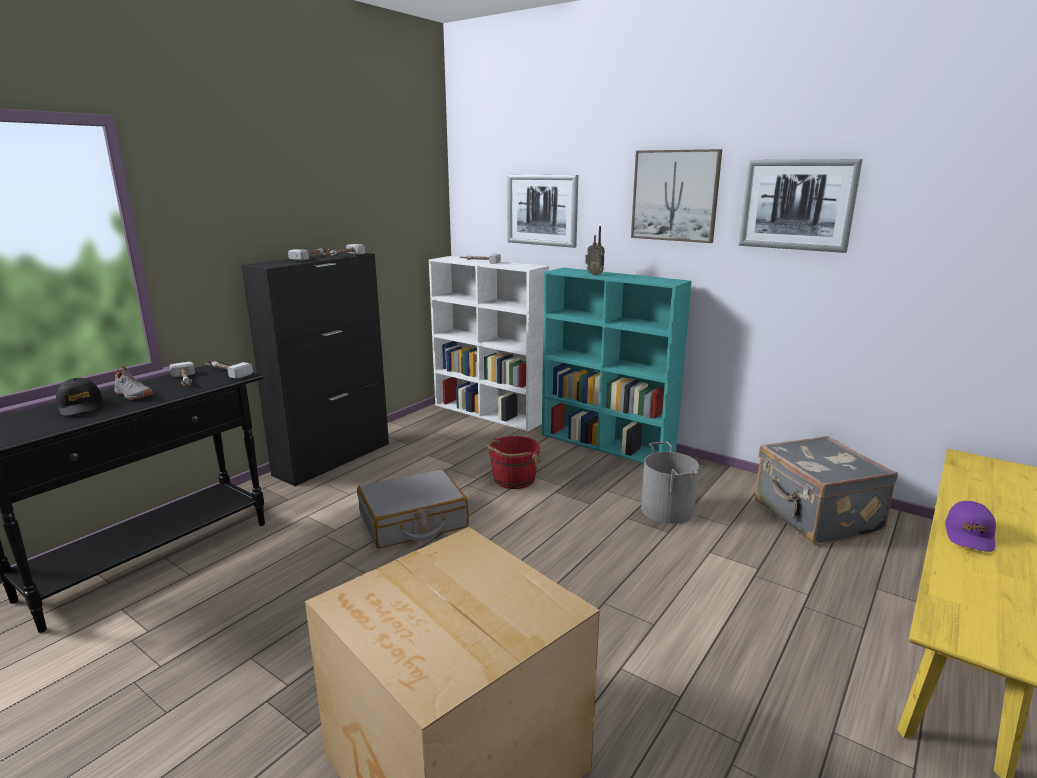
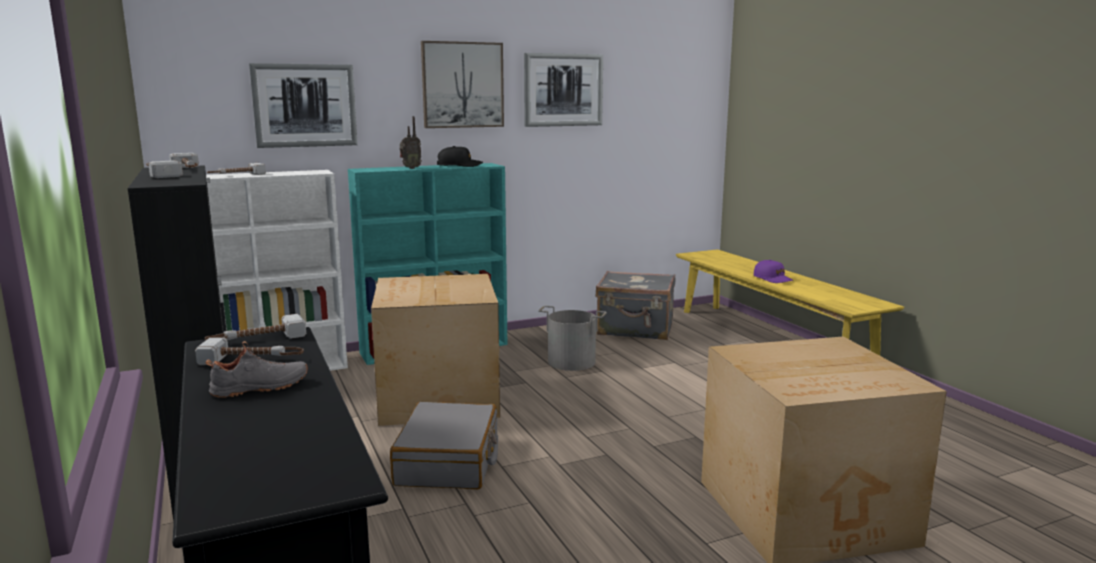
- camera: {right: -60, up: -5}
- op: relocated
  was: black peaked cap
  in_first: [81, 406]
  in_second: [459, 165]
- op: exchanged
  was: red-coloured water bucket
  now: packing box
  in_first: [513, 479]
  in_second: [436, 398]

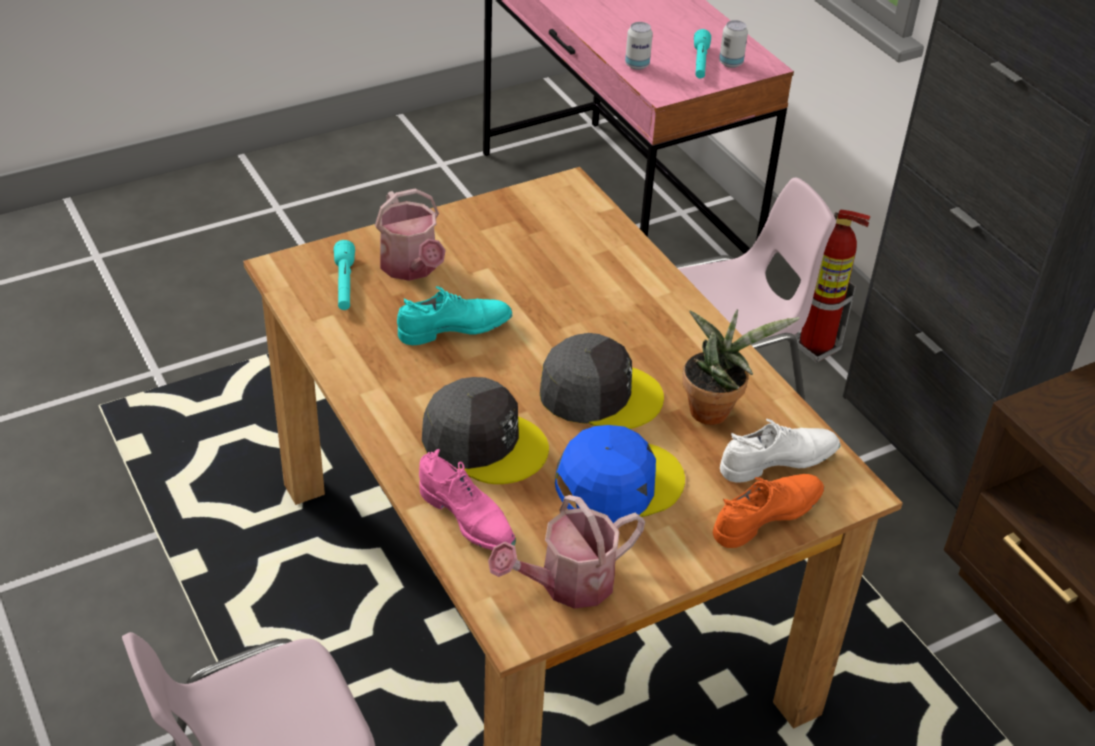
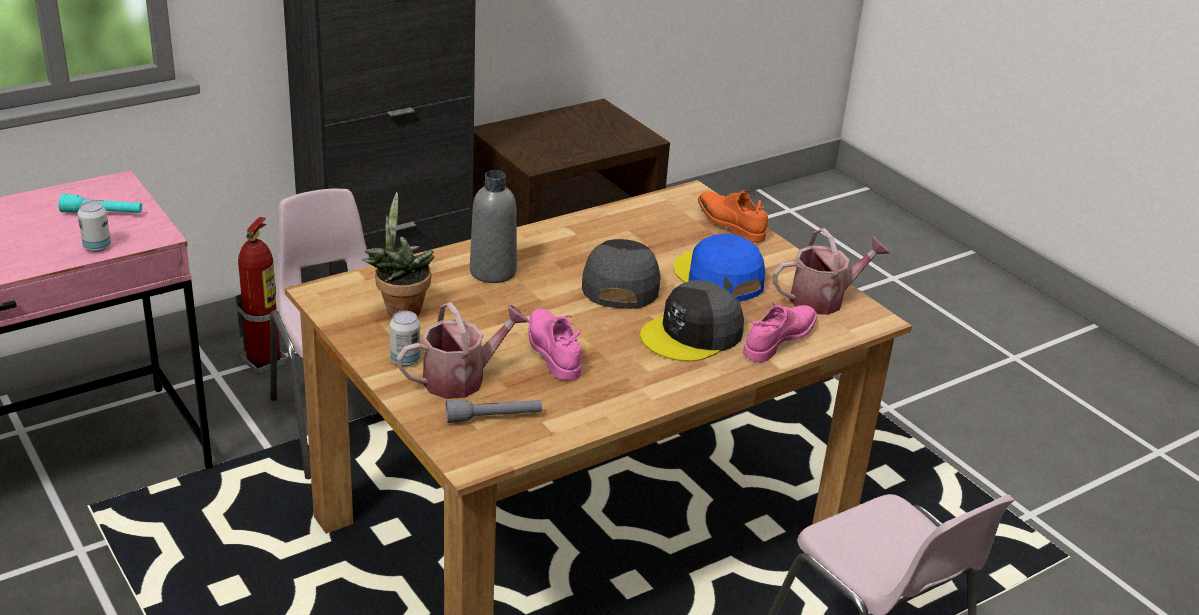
- camera: {right: -95, up: -10}
- op: missing
  was: white item of footwear
  in_first: [778, 462]
- op: appeared
  now: grey bottle
  in_second: [493, 272]
- op: relocated
  was: plant in a pot
  in_first: [714, 409]
  in_second: [400, 308]
- op: relocated
  was: sealed can
  in_first: [730, 63]
  in_second: [405, 360]
- op: colour
  was: blue-green hand torch
  now: grey hand torch
  in_first: [344, 284]
  in_second: [494, 417]
- op: colour
  was: blue-green item of footwear
  now: pink item of footwear
  in_first: [454, 329]
  in_second: [552, 352]
- op: spun
  was: grey peaked cap
  in_first: [484, 441]
  in_second: [693, 334]
  clockwise: -150
- op: spun
  was: watering can
  in_first: [567, 584]
  in_second: [824, 299]
  clockwise: -75

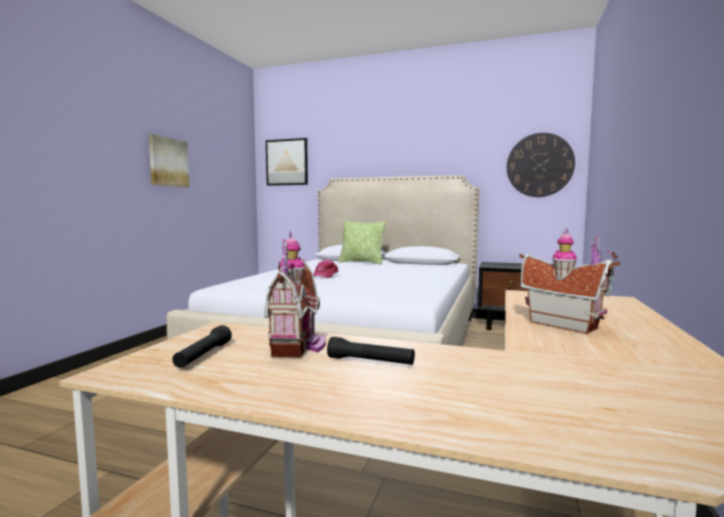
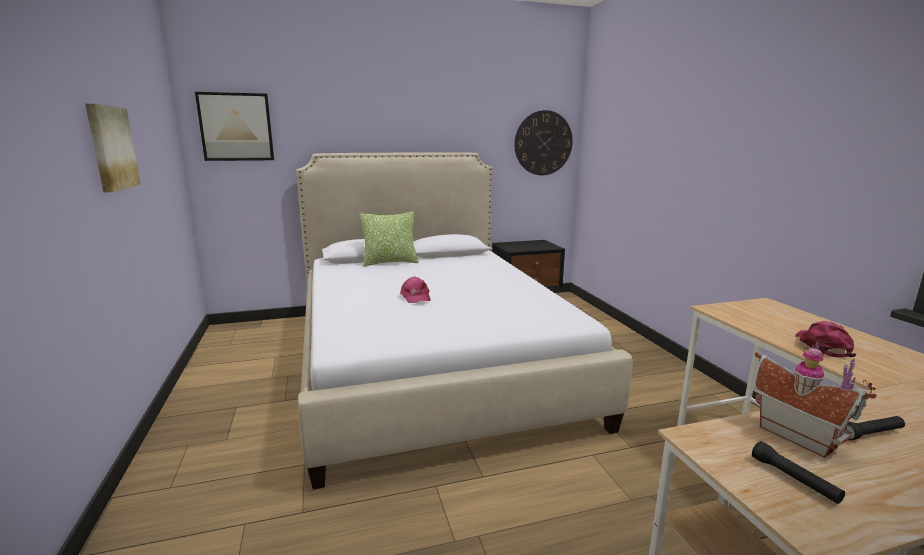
- camera: {right: -35, up: 10}
- op: exchanged
  was: model house
  now: pink peaked cap
  in_first: [564, 324]
  in_second: [822, 346]

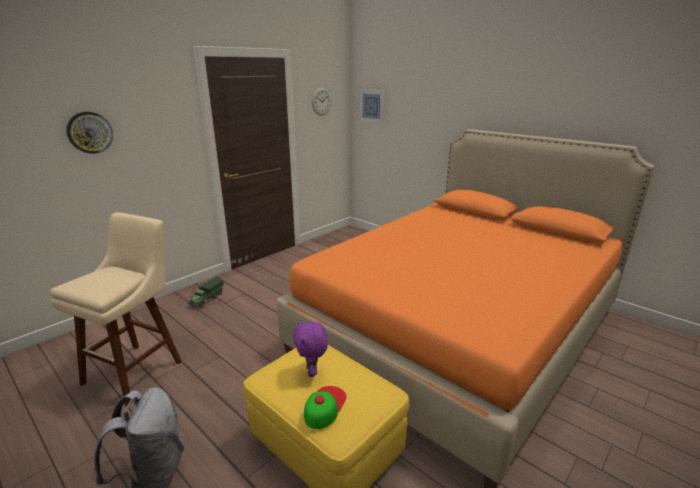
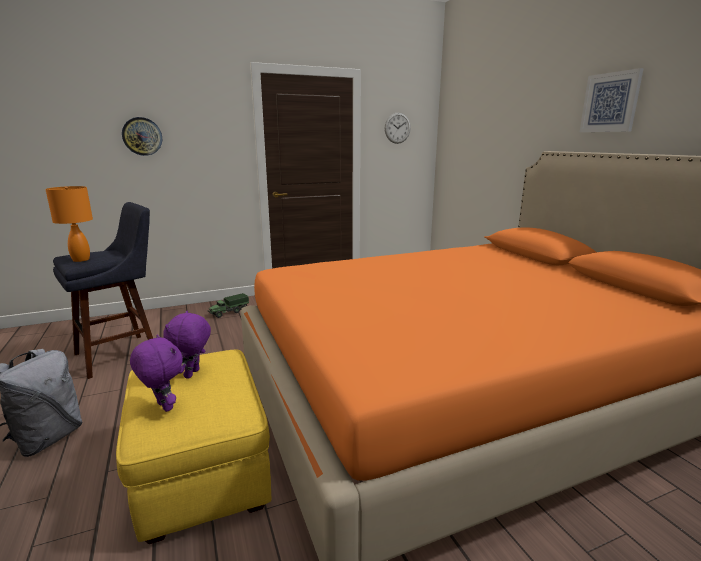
- camera: {right: 25, up: -5}
- op: appeared
  now: orange lamp for a table
  in_second: [80, 259]
- op: relocated
  was: wall art
  in_first: [372, 105]
  in_second: [610, 102]
- op: exchanged
  was: peaked cap
  now: purplish soft toy
  in_first: [324, 406]
  in_second: [163, 407]
- op: colour
  was: sand-coloured sitting stool
  now: blue sitting stool
  in_first: [138, 369]
  in_second: [123, 353]

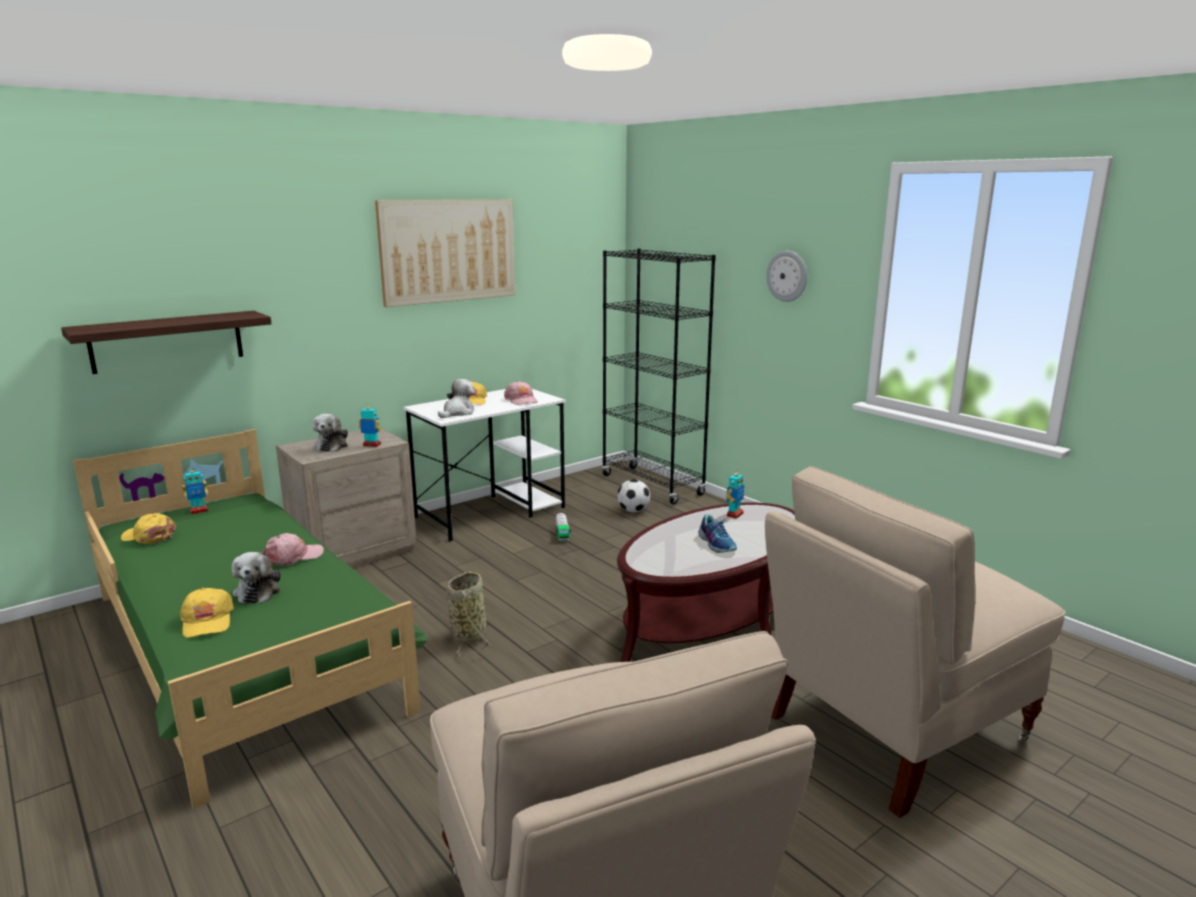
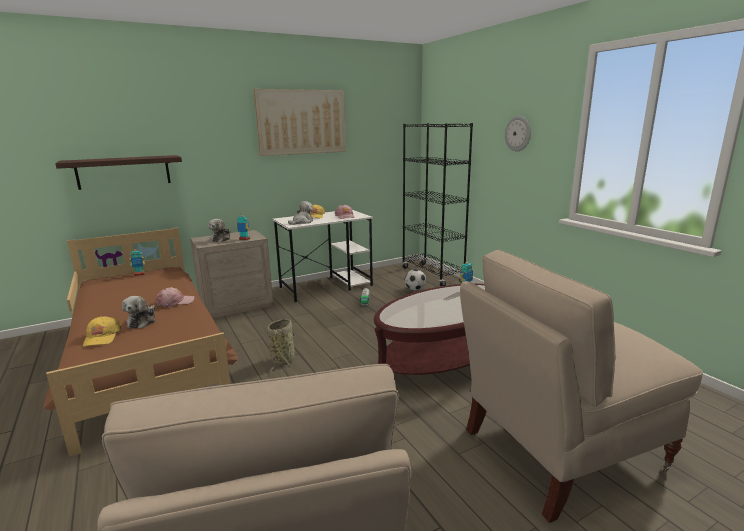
- camera: {right: 10, up: 0}
- op: missing
  was: yellow peaked cap
  in_first: [149, 536]
- op: missing
  was: item of footwear
  in_first: [717, 543]
- op: colour
  was: green bedroom bed
  now: brownish bedroom bed
  in_first: [245, 649]
  in_second: [148, 358]

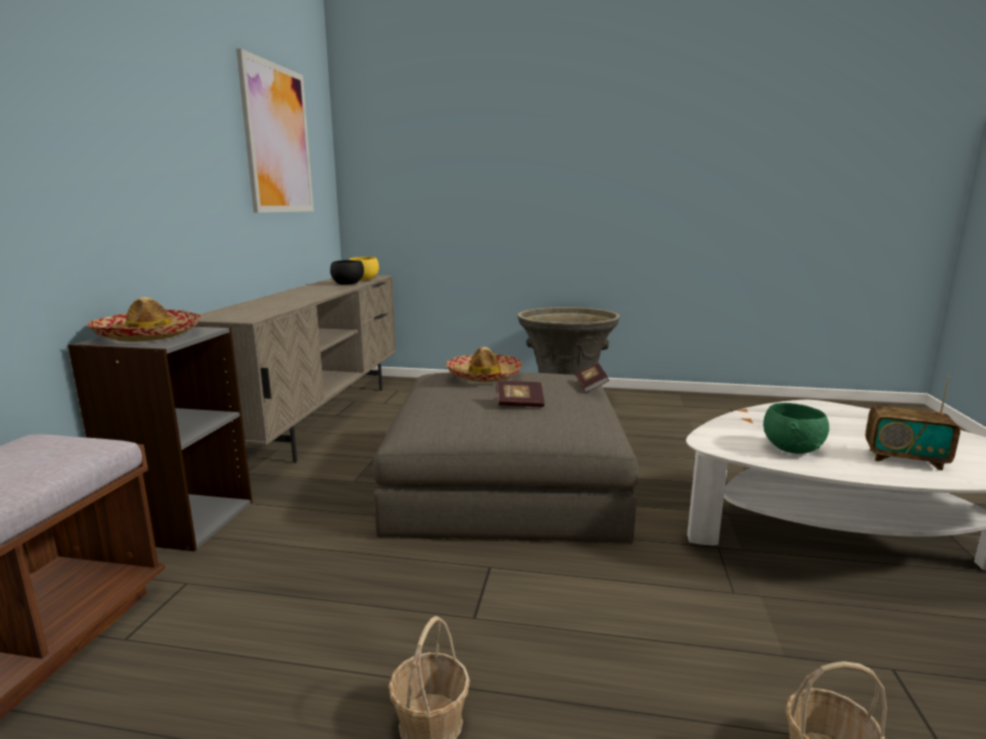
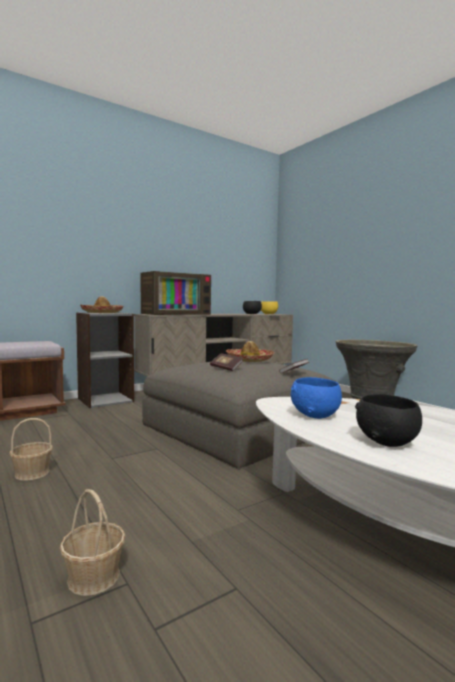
- camera: {right: 45, up: -10}
- op: missing
  was: wall art
  in_first: [277, 139]
- op: appeared
  now: television
  in_second: [175, 314]
- op: exchanged
  was: radio
  now: black serving bowl
  in_first: [904, 459]
  in_second: [388, 442]
- op: colour
  was: green serving bowl
  now: blue serving bowl
  in_first: [792, 449]
  in_second: [316, 415]

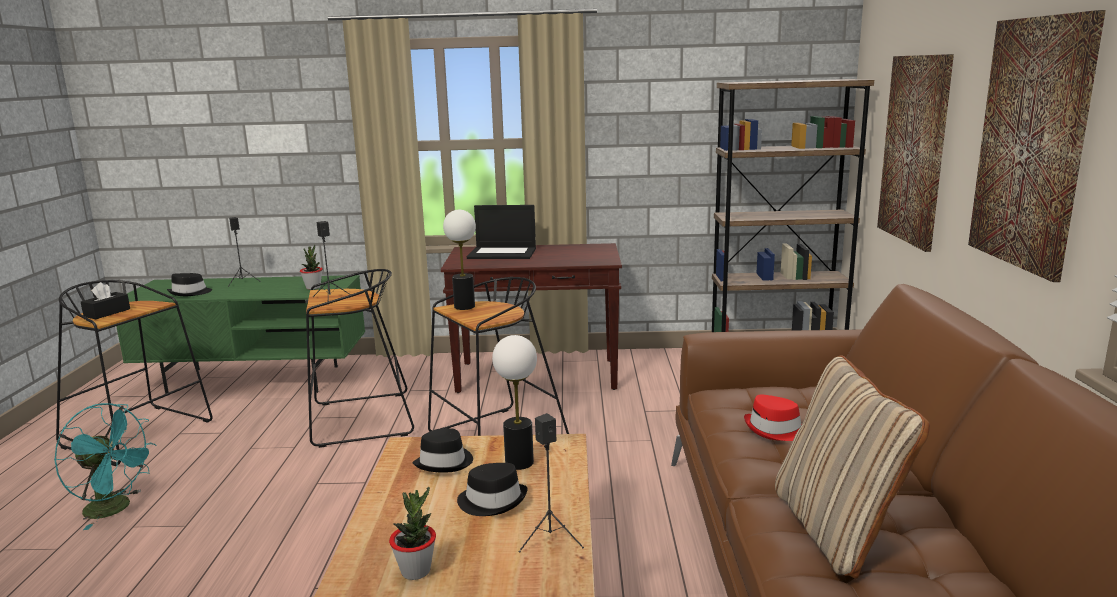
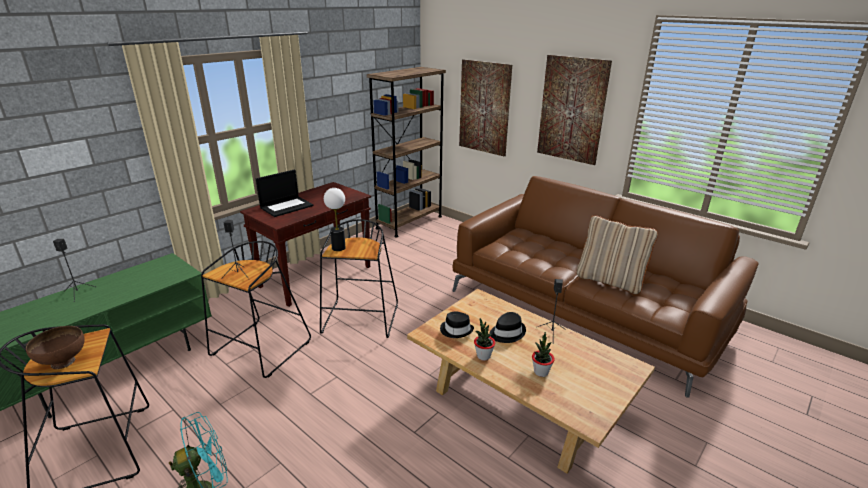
- camera: {right: -50, up: 10}
- op: missing
  was: black wearable hat
  in_first: [190, 293]
- op: missing
  was: lamp for a table
  in_first: [519, 462]
- op: missing
  was: red-coloured wearable hat
  in_first: [776, 430]
- op: relocated
  was: plant in a pot
  in_first: [313, 287]
  in_second: [483, 356]
- op: exchanged
  was: black box of tissues
  now: brownish serving bowl
  in_first: [107, 313]
  in_second: [64, 362]

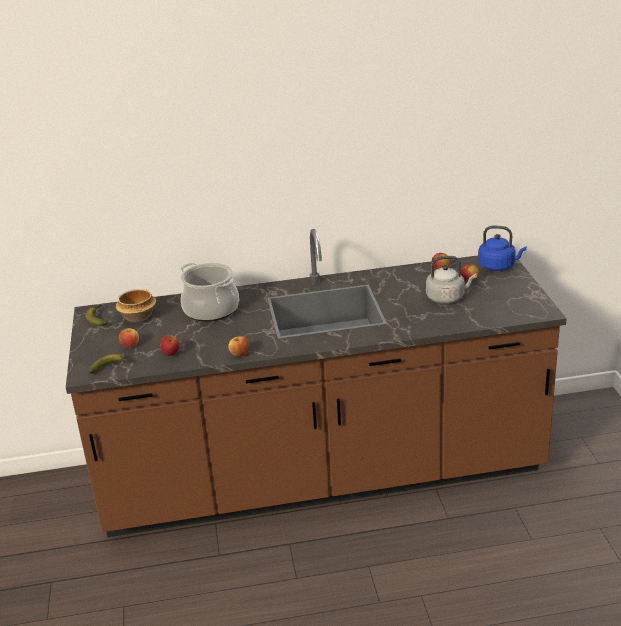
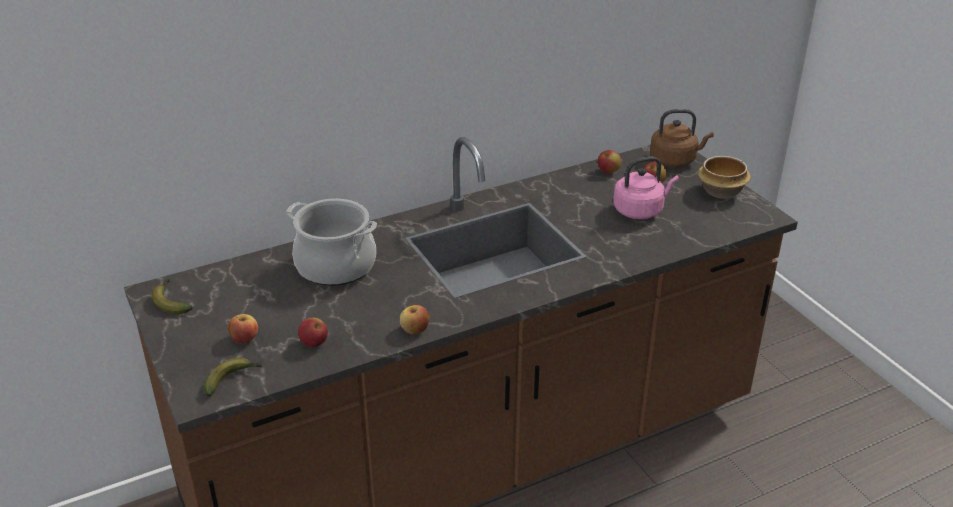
- camera: {right: -20, up: 5}
- op: relocated
  was: serving bowl
  in_first: [138, 317]
  in_second: [721, 192]
- op: colour
  was: grey water kettle
  now: pink water kettle
  in_first: [447, 298]
  in_second: [640, 210]
- op: colour
  was: blue water kettle
  now: brownish water kettle
  in_first: [498, 266]
  in_second: [675, 160]

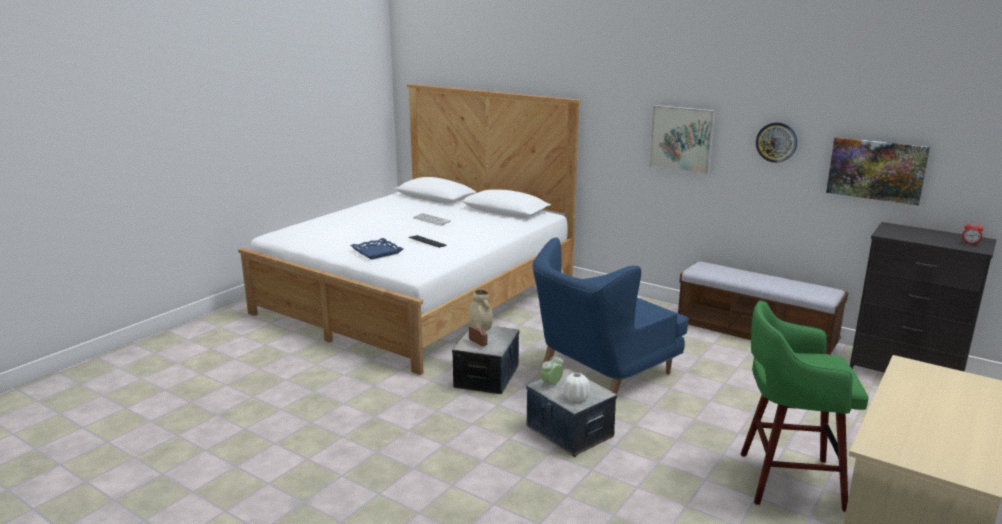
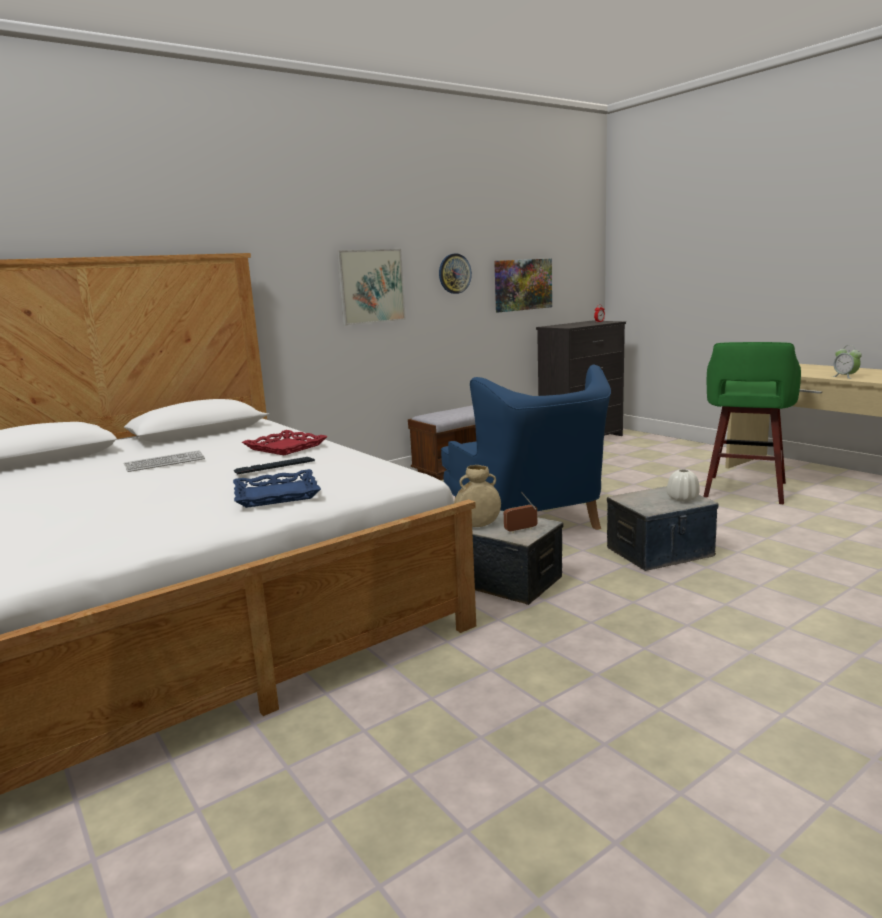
- camera: {right: -70, up: -5}
- op: appeared
  now: red-coloured serving tray
  in_second: [286, 447]
- op: relocated
  was: bedside clock
  in_first: [551, 385]
  in_second: [845, 377]

